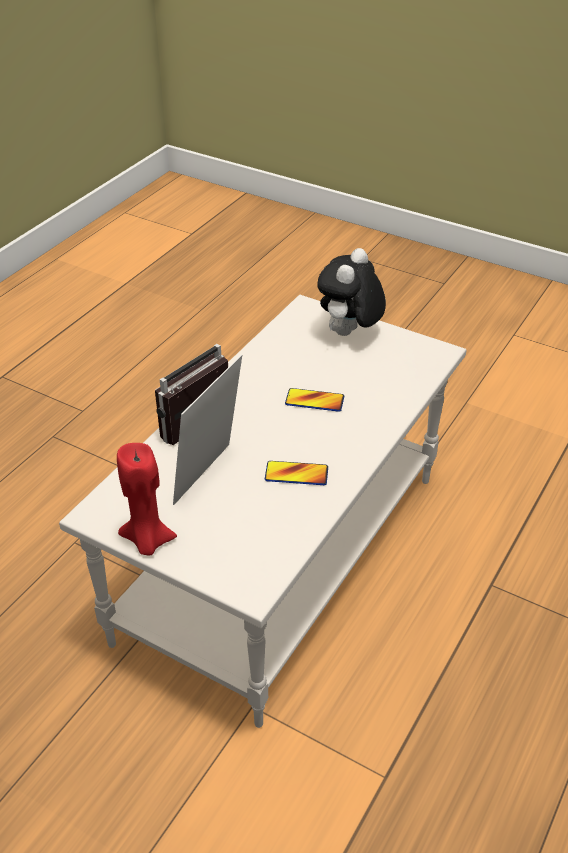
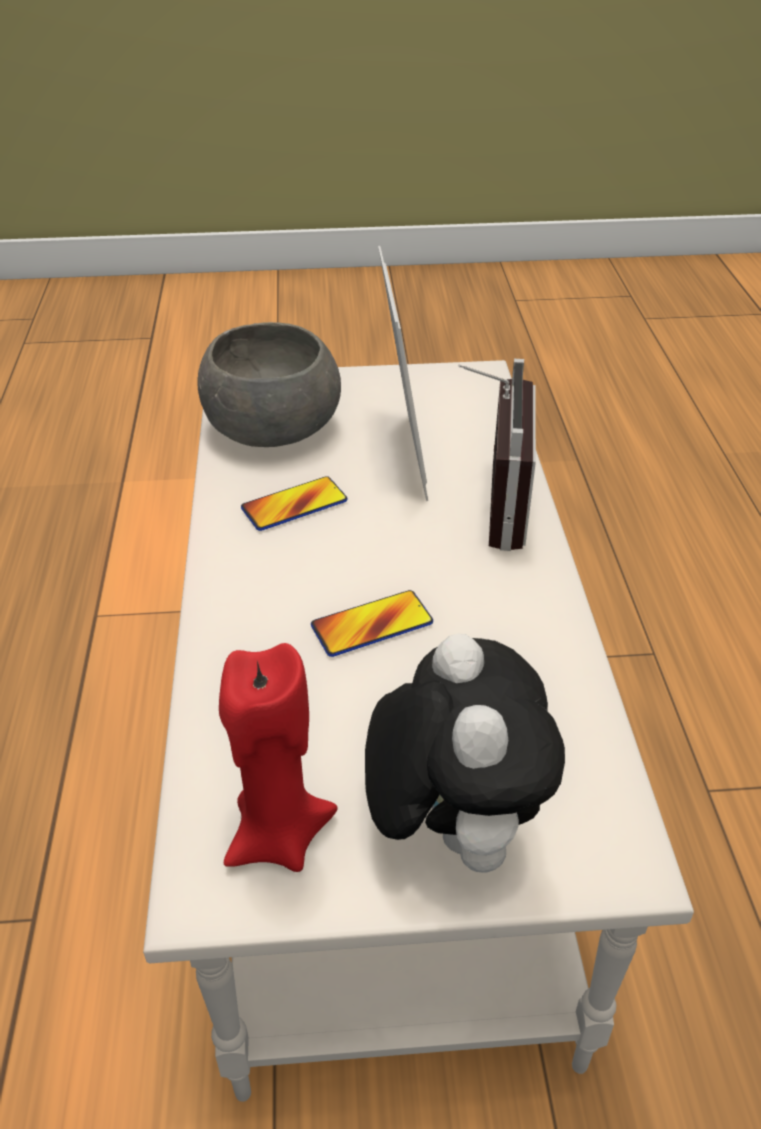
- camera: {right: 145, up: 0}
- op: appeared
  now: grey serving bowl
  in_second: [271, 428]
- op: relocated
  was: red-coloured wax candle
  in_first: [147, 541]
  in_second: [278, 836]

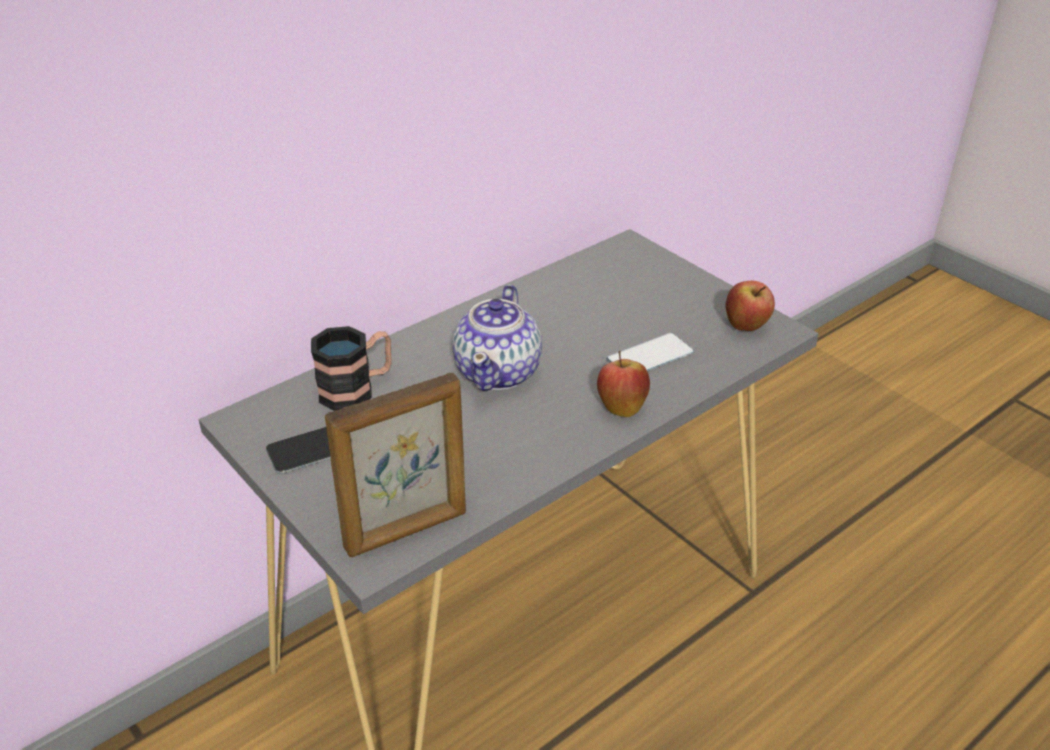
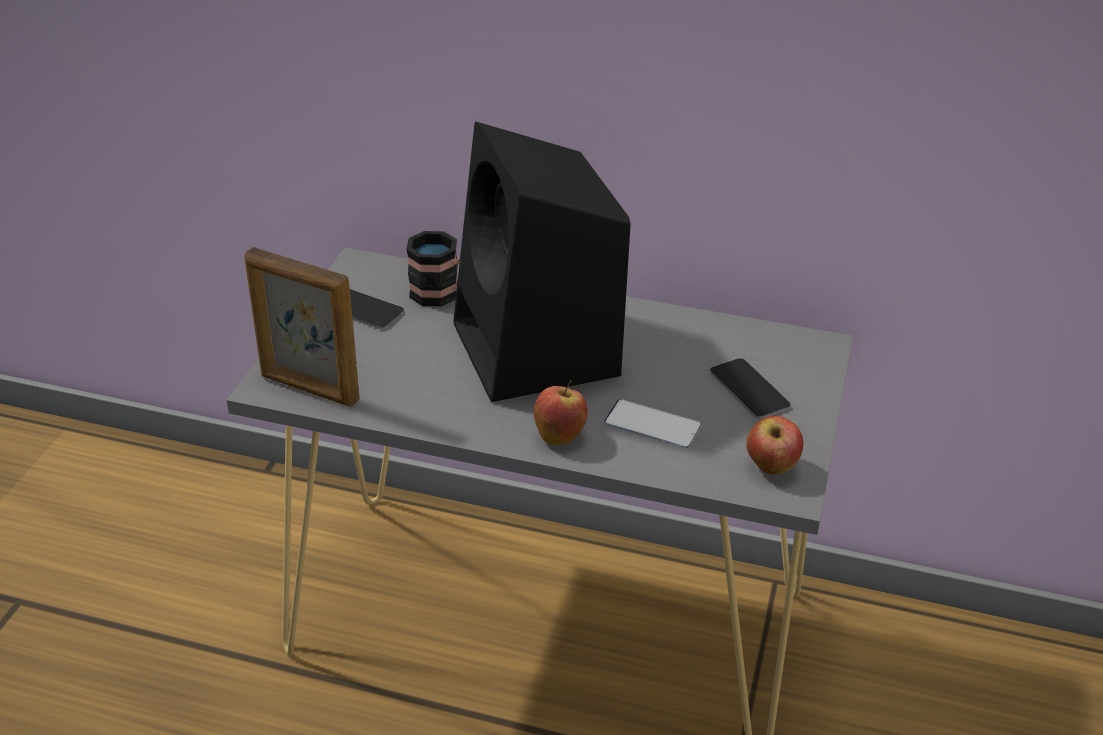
- camera: {right: 55, up: 0}
- op: appeared
  now: handset
  in_second: [749, 389]
- op: exchanged
  was: pot for tea
  now: black loudspeaker
  in_first: [499, 372]
  in_second: [538, 352]

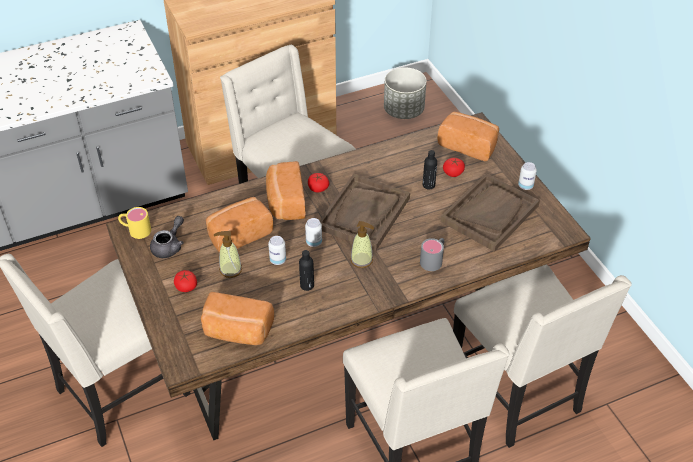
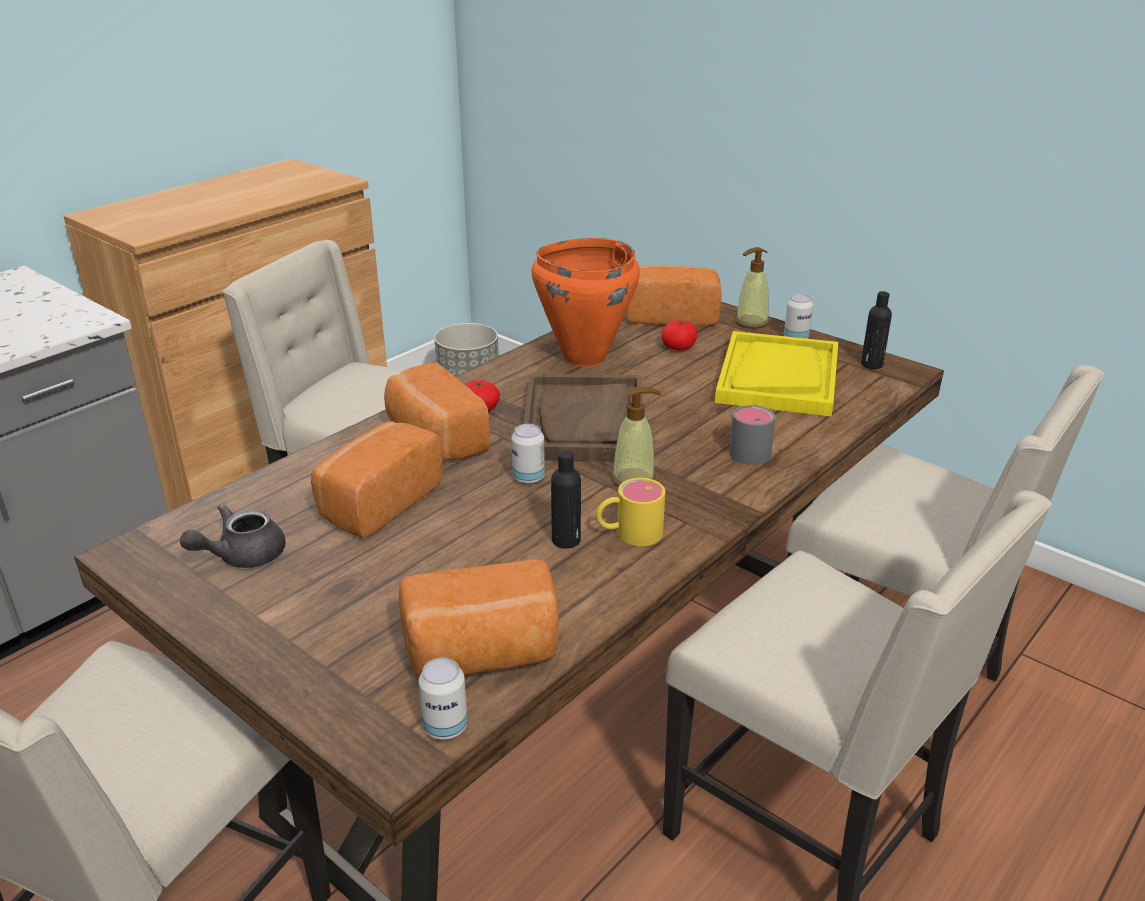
- camera: {right: -25, up: -15}
- op: missing
  was: tomato
  in_first: [186, 287]
- op: appeared
  now: orange saucepot
  in_second: [583, 357]
- op: relocated
  was: yellow coffee mug
  in_first: [135, 230]
  in_second: [629, 533]
- op: relocated
  was: soap dispenser
  in_first: [230, 269]
  in_second: [751, 322]
- op: relocated
  was: sealed can
  in_first: [278, 260]
  in_second: [445, 727]
- op: relocated
  was: black bottle
  in_first: [428, 185]
  in_second: [871, 364]
- op: colour
  was: brownish serving tray
  now: yellow serving tray
  in_first: [489, 213]
  in_second: [778, 377]
- op: spun
  was: grey pot for tea
  in_first: [169, 246]
  in_second: [242, 556]
  clockwise: -135

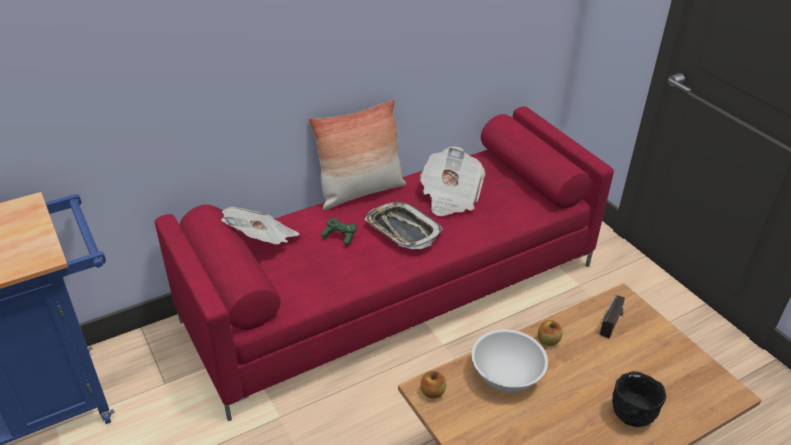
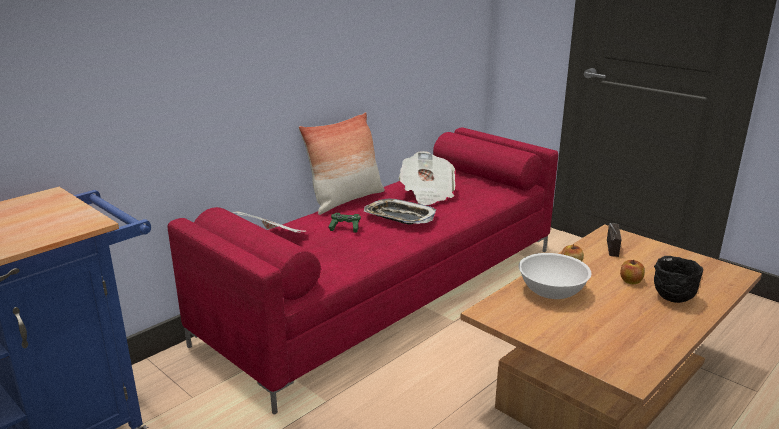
- camera: {right: -15, up: -15}
- op: relocated
  was: whole apple
  in_first: [432, 392]
  in_second: [630, 281]

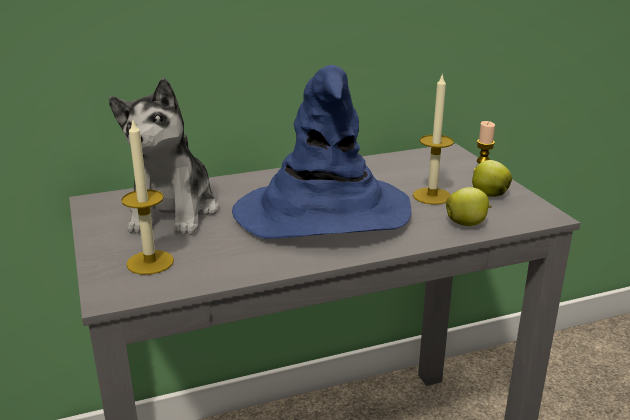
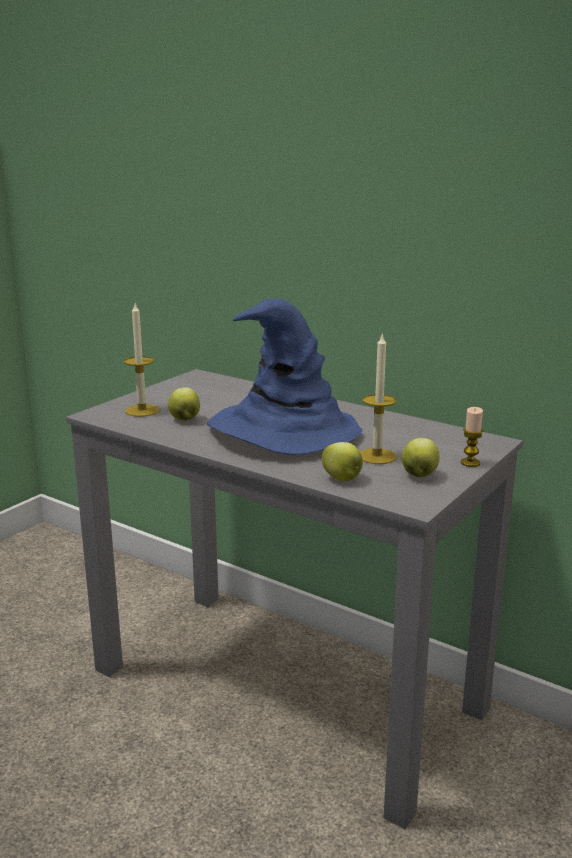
- camera: {right: 55, up: -5}
- op: missing
  was: soft toy
  in_first: [174, 212]
- op: appeared
  now: whole apple
  in_second: [184, 419]

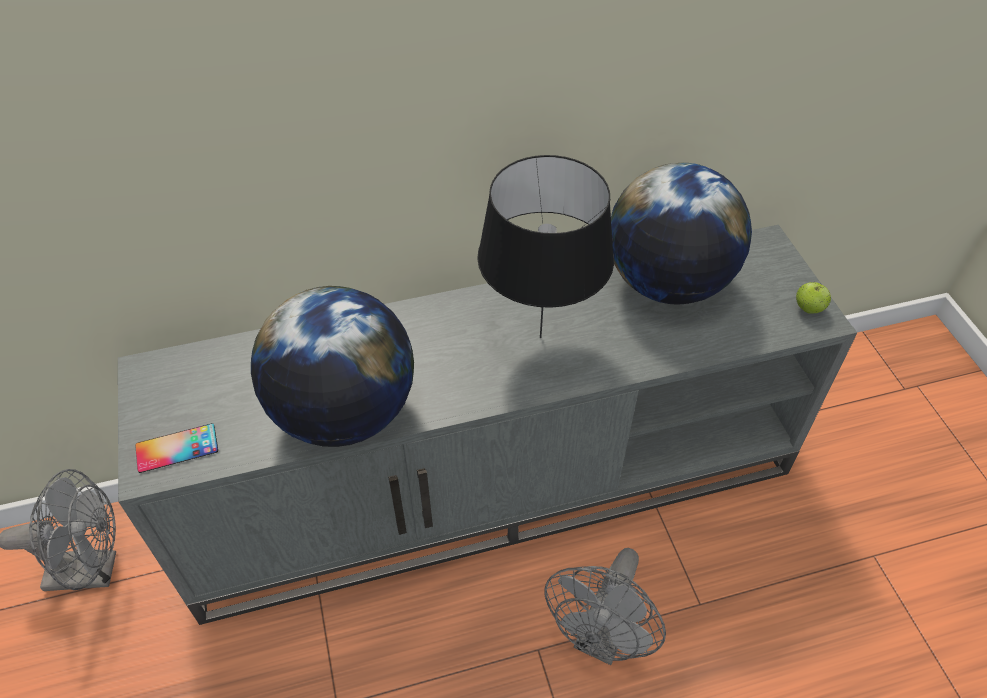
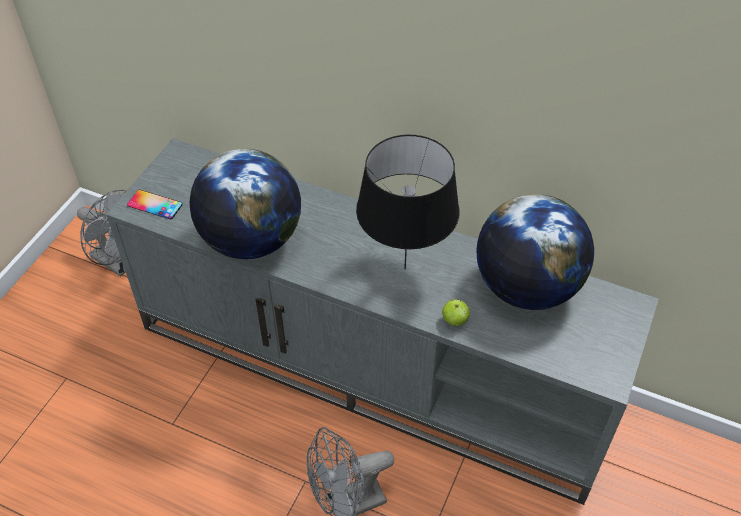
- camera: {right: 40, up: 0}
- op: relocated
  was: whole apple
  in_first: [808, 308]
  in_second: [455, 320]

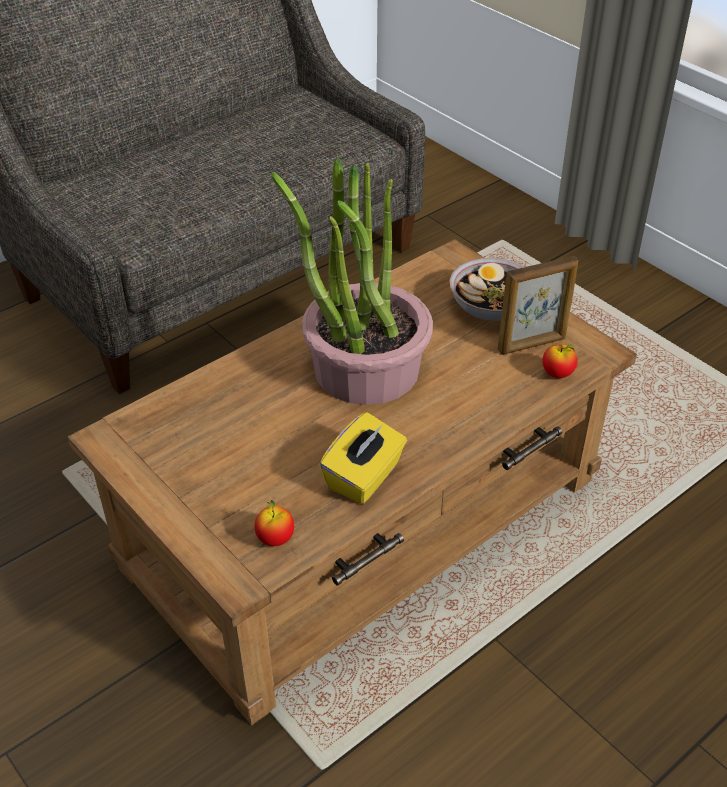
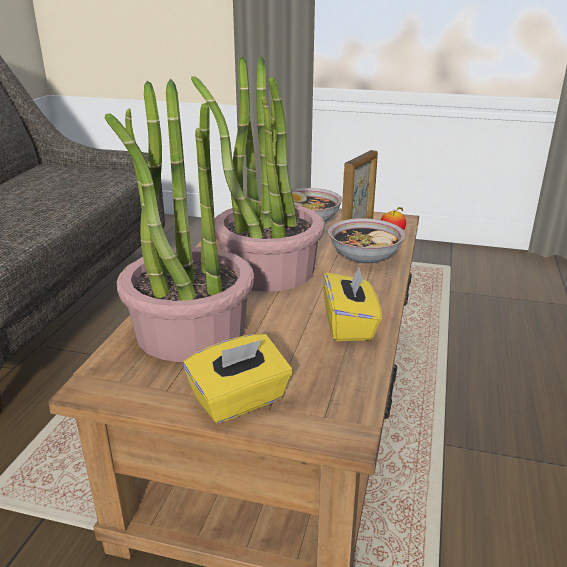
- camera: {right: -35, up: -15}
- op: missing
  was: whole apple
  in_first: [275, 539]
- op: appeared
  now: plant in a pot
  in_second: [190, 331]
- op: appeared
  now: yellow box of tissues
  in_second: [240, 400]
- op: appeared
  now: serving bowl
  in_second: [364, 256]

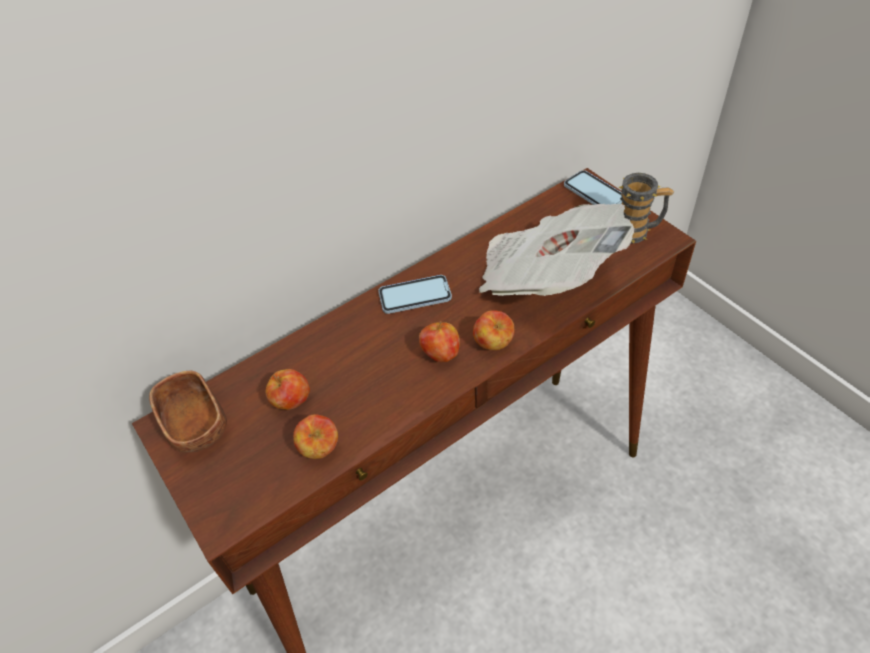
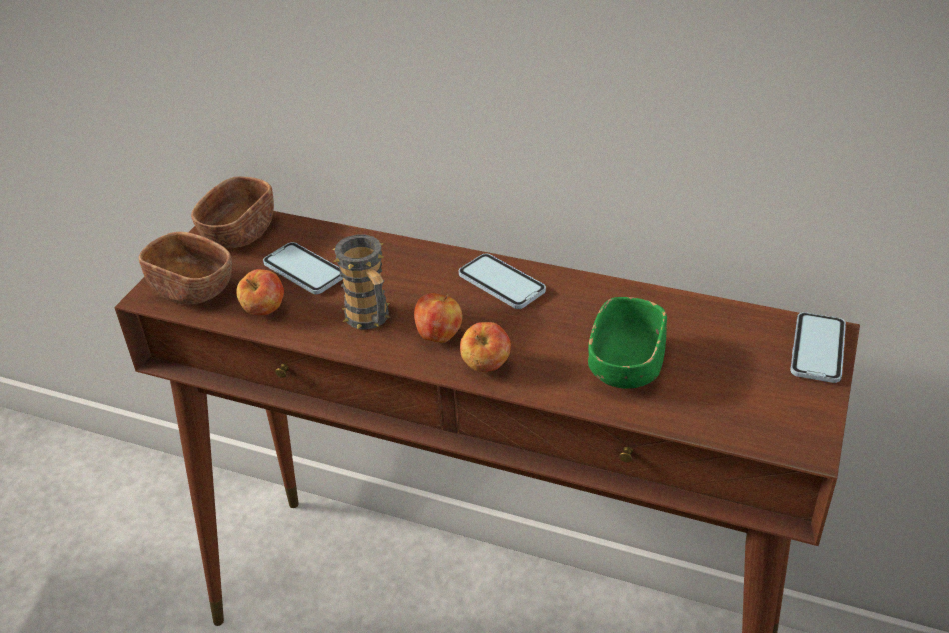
- camera: {right: 55, up: -10}
- op: appeared
  now: brownish serving bowl
  in_second: [193, 289]
- op: relocated
  was: coffee mug
  in_first: [637, 232]
  in_second: [370, 320]
- op: exchanged
  was: whole apple
  now: handset
  in_first: [292, 401]
  in_second: [304, 270]
- op: exchanged
  was: daily paper
  now: green serving bowl
  in_first: [546, 276]
  in_second: [625, 365]

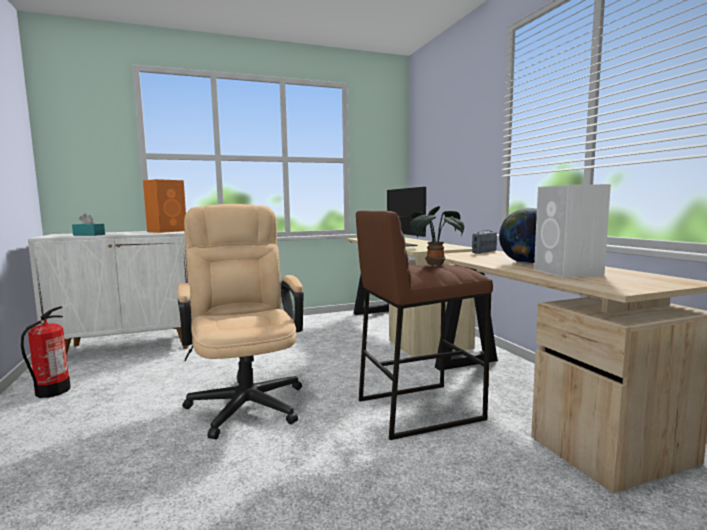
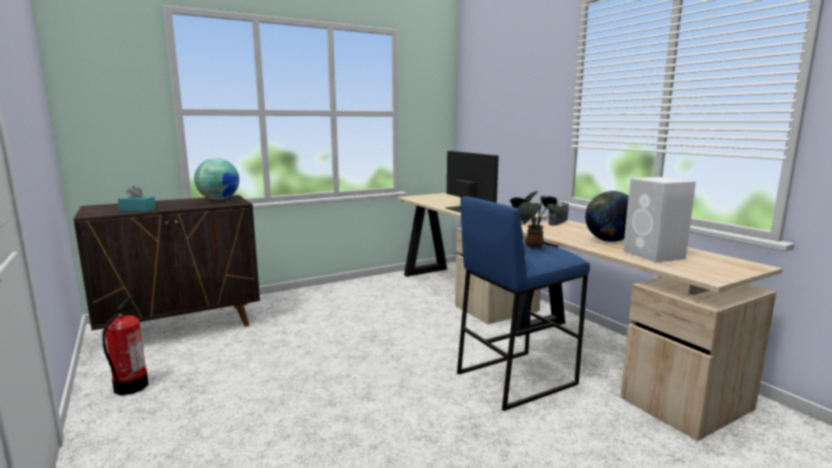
- camera: {right: -10, up: 5}
- op: missing
  was: sand-coloured desk chair
  in_first: [246, 399]
- op: exchanged
  was: orange loudspeaker
  now: world globe
  in_first: [168, 231]
  in_second: [218, 200]
- op: colour
  was: white cabinet
  now: brownish cabinet
  in_first: [131, 346]
  in_second: [183, 327]
- op: colour
  was: brownish sitting stool
  now: blue sitting stool
  in_first: [419, 409]
  in_second: [515, 378]

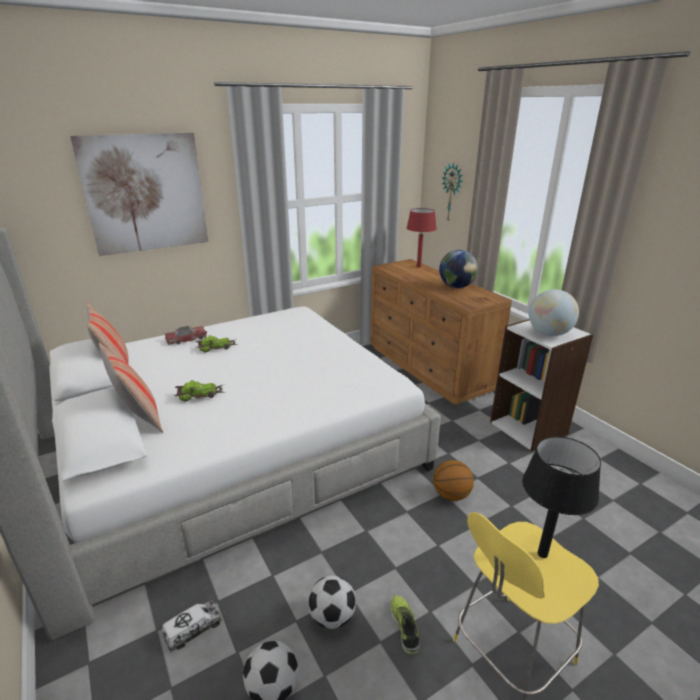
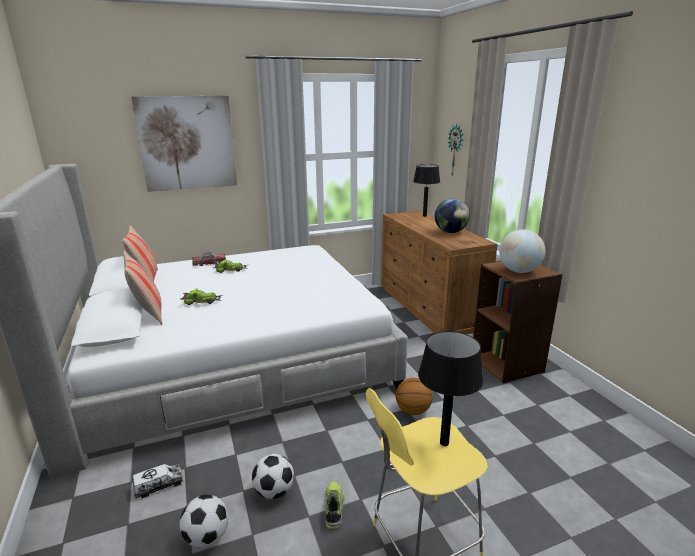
- camera: {right: 10, up: -5}
- op: colour
  was: red-coloured lamp for a table
  now: black lamp for a table
  in_first: [418, 266]
  in_second: [424, 216]
- op: colour
  was: white shelving unit
  now: brownish shelving unit
  in_first: [529, 428]
  in_second: [507, 364]

